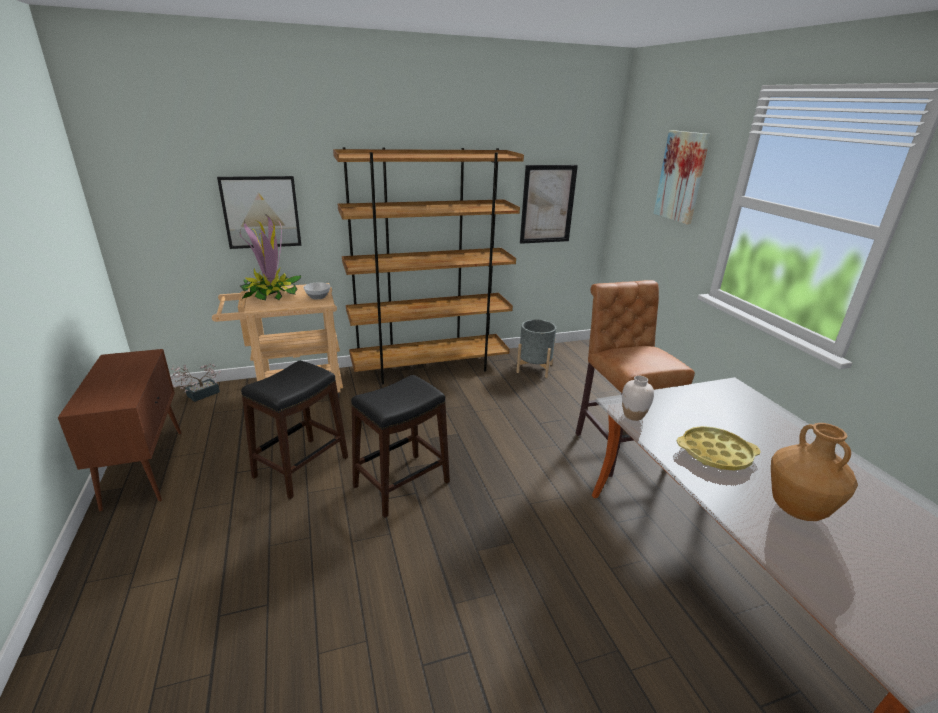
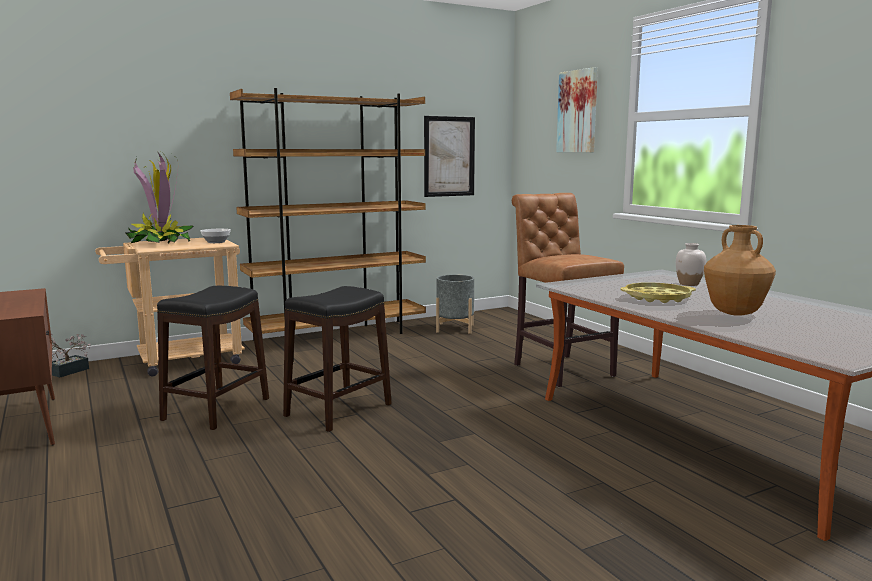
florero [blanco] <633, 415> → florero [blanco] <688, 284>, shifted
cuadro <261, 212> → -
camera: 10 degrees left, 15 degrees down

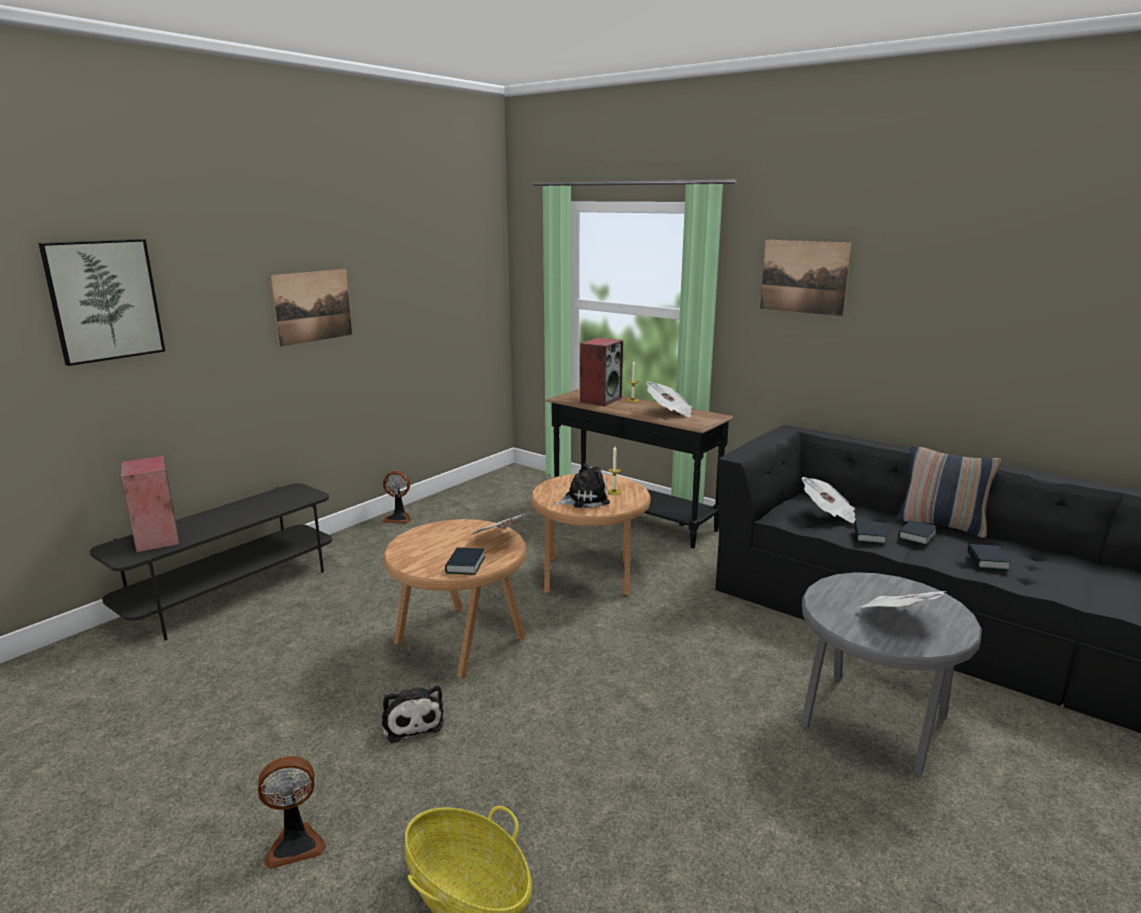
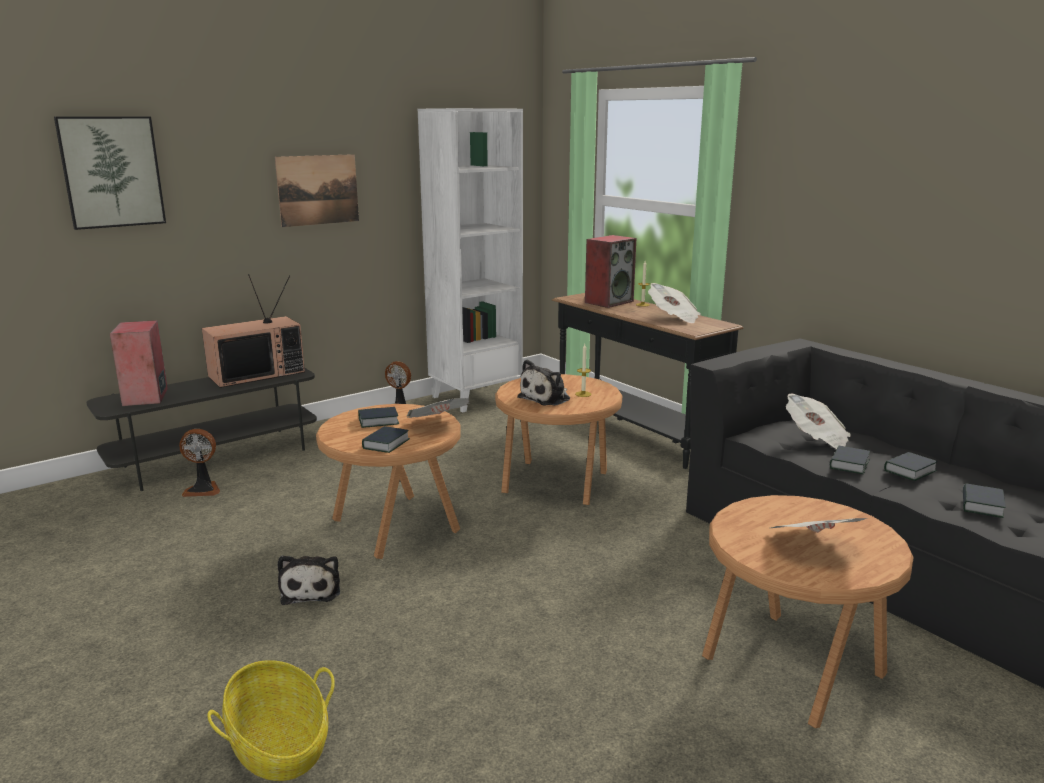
ventilador <295, 843> → ventilador <203, 489>, shifted
- → televisor <257, 374>
- → libro <378, 421>
- → estantería [blanco] <475, 397>
peluche <584, 499> → peluche <546, 398>, 135 degrees clockwise
mesa auxiliar [gris] <871, 720> → mesa auxiliar [marrón] <790, 664>
cuadro <804, 277> → -
cojín <941, 525> → -
camera: 15 degrees right, 0 degrees up

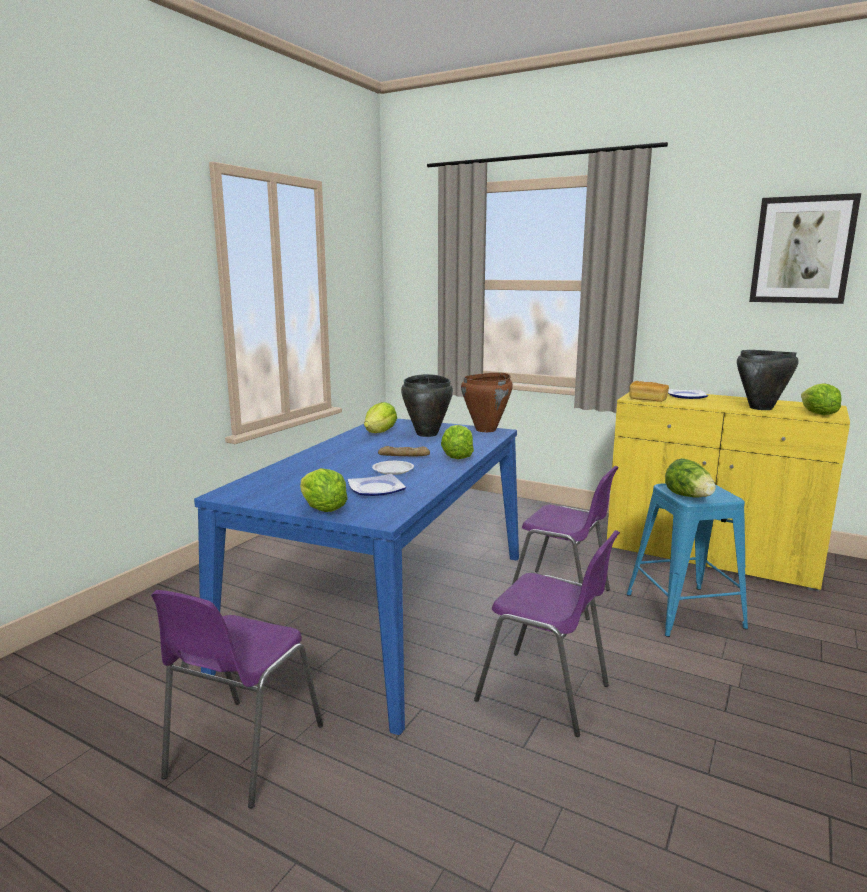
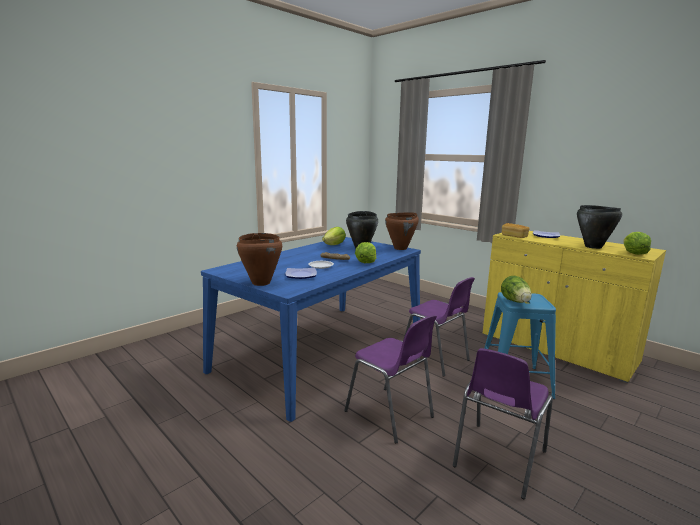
lechuga <322, 510> → olla [marrón] <261, 283>
silla [morado] <241, 753> → silla [morado] <497, 459>, shifted
cuadro <802, 250> → -
camera: 15 degrees right, 0 degrees up

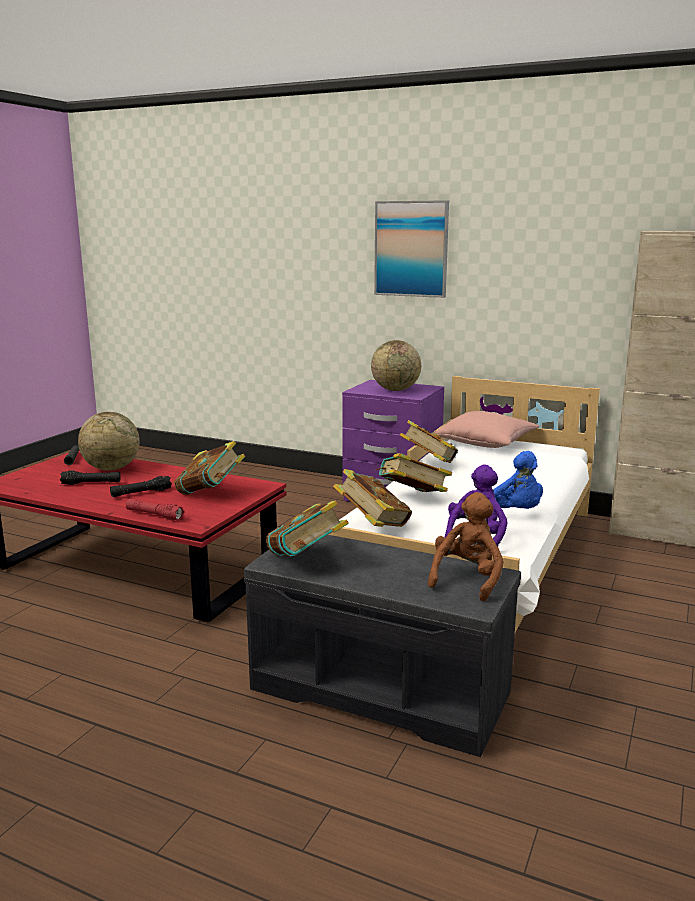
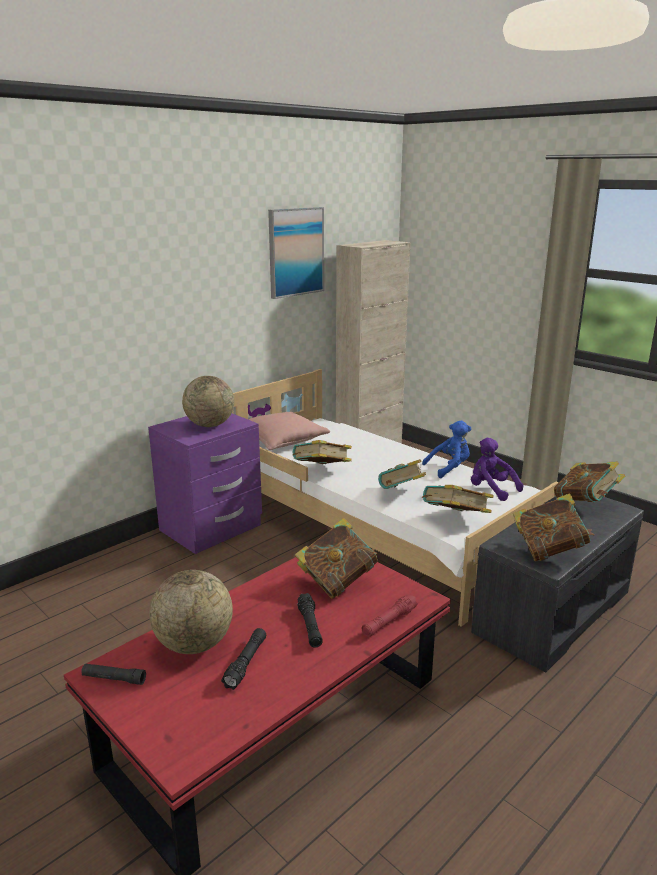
cuadro <411, 249> → cuadro <295, 252>, shifted
peluche [marrón] <467, 579> → libro <585, 503>
camera: 70 degrees left, 5 degrees up

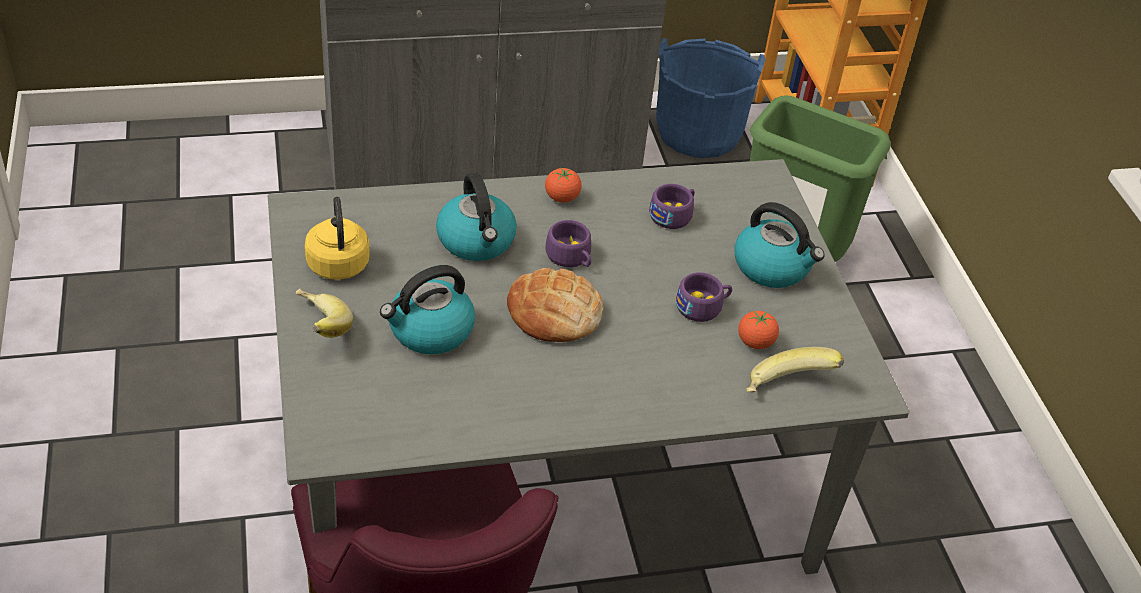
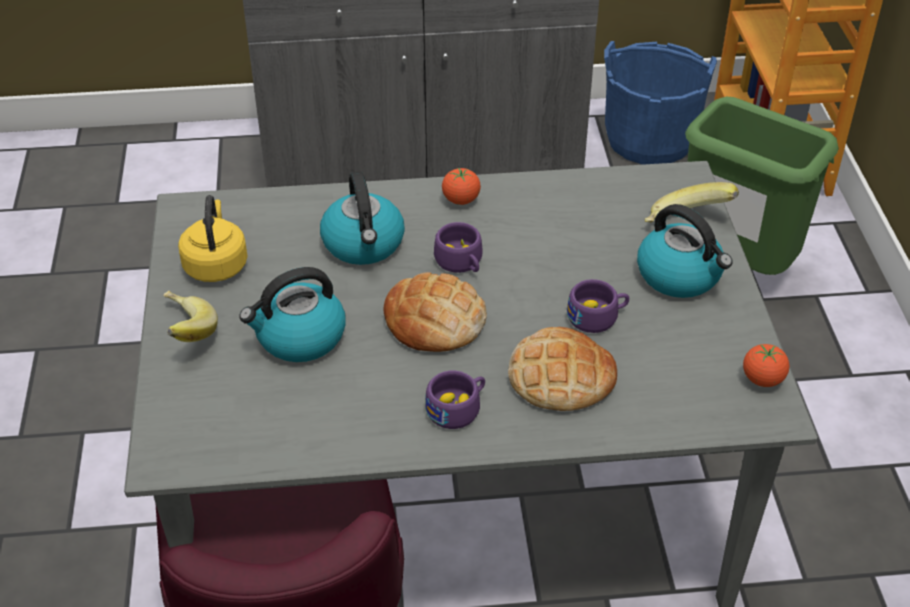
taza [morado] <673, 215> → taza [morado] <458, 408>, shifted
- → pan <561, 377>
plátano <787, 390> → plátano <686, 223>, shifted
tomate <755, 342> → tomate <762, 379>, shifted
camera: 10 degrees right, 0 degrees up

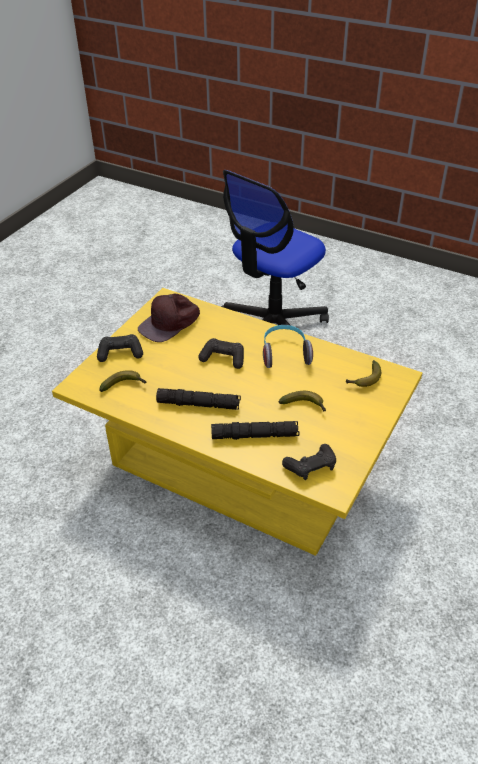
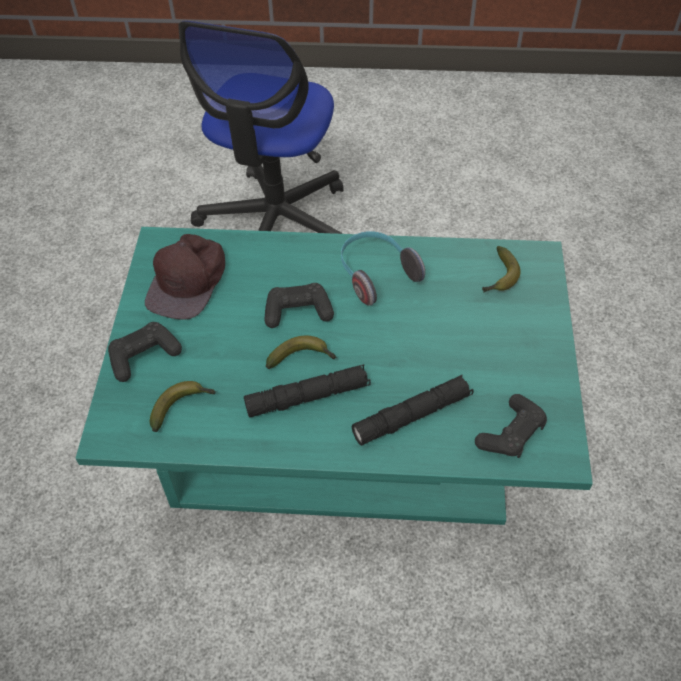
mesa de centro [amarillo] <240, 464> → mesa de centro [turquesa] <342, 436>
plátano <305, 405> → plátano <302, 358>, shifted
camera: 25 degrees left, 10 degrees up

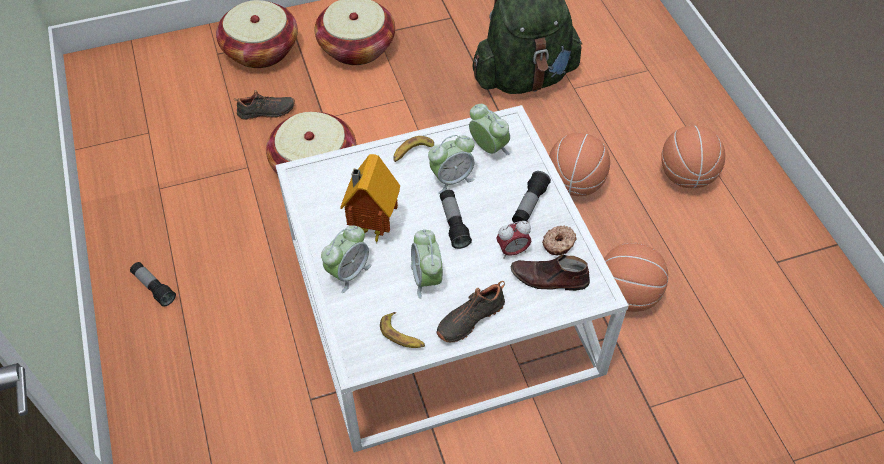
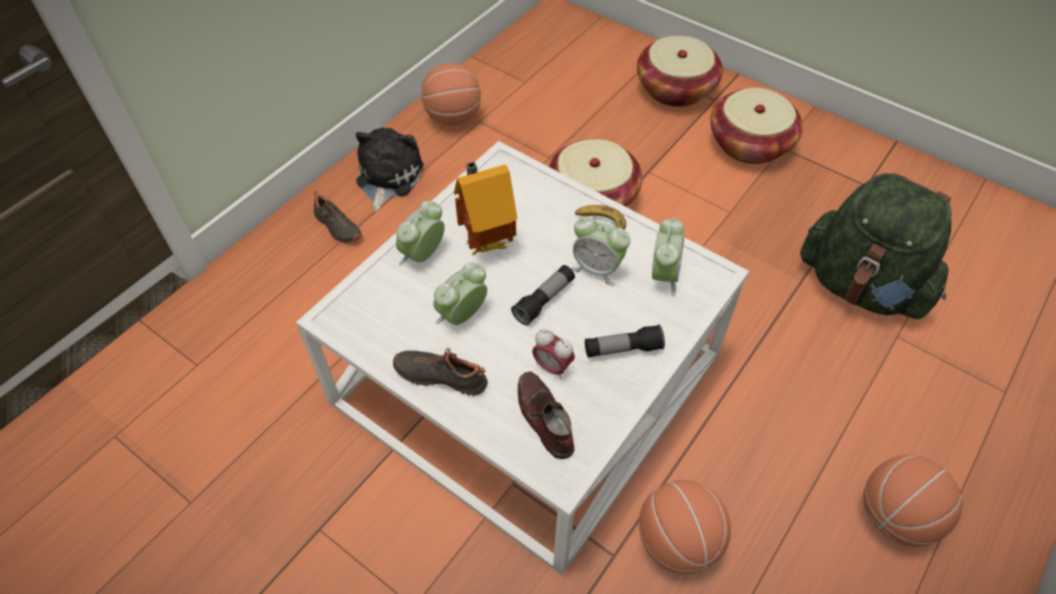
zapato [negro] <266, 112> → zapato [negro] <337, 227>, shifted
linterna <154, 288> → peluche <387, 177>
despertador <348, 272> → despertador <423, 255>, 120 degrees clockwise
balón de baloncesto <575, 183> → balón de baloncesto <453, 117>, shifted
plátano <402, 335> → -
rosquilla <559, 244> → -
camera: 55 degrees right, 0 degrees up

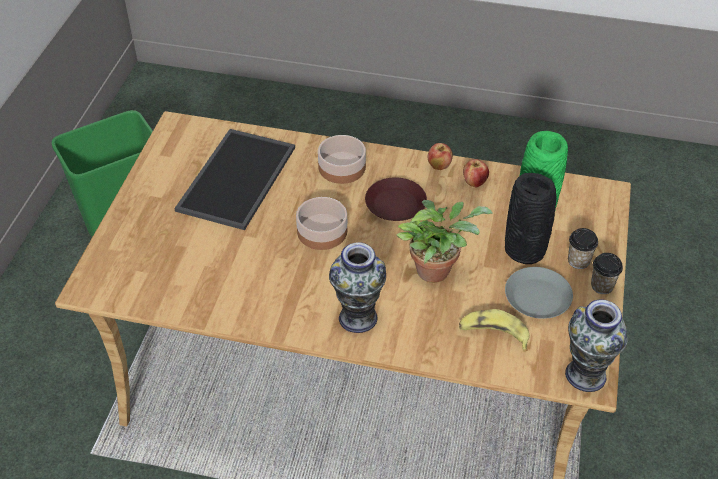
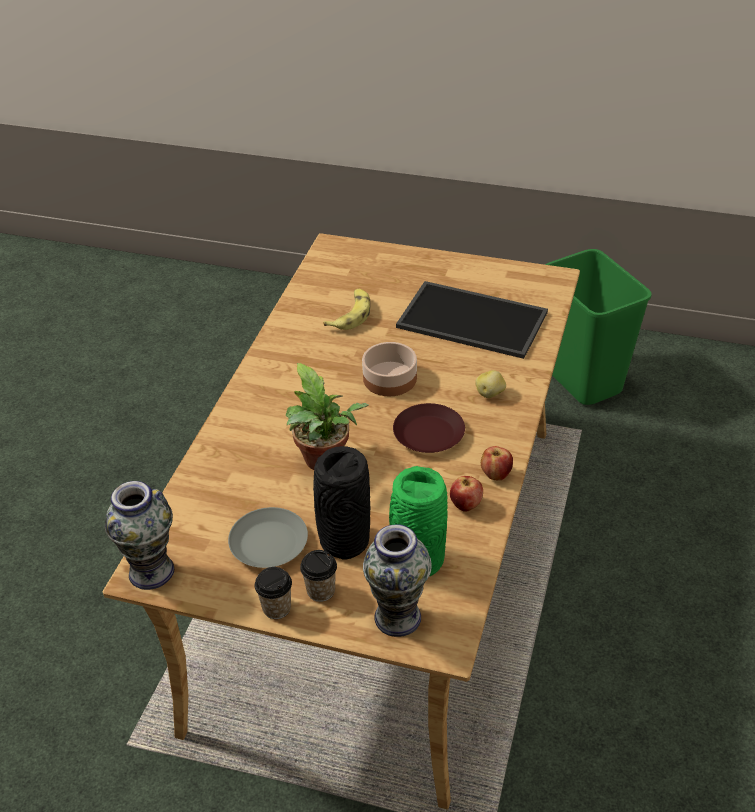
plátano <493, 334> → plátano <351, 315>, shifted
florero <358, 318> → florero <397, 617>, shifted
cuenco <341, 168> → patata <490, 393>
camera: 95 degrees right, 5 degrees down

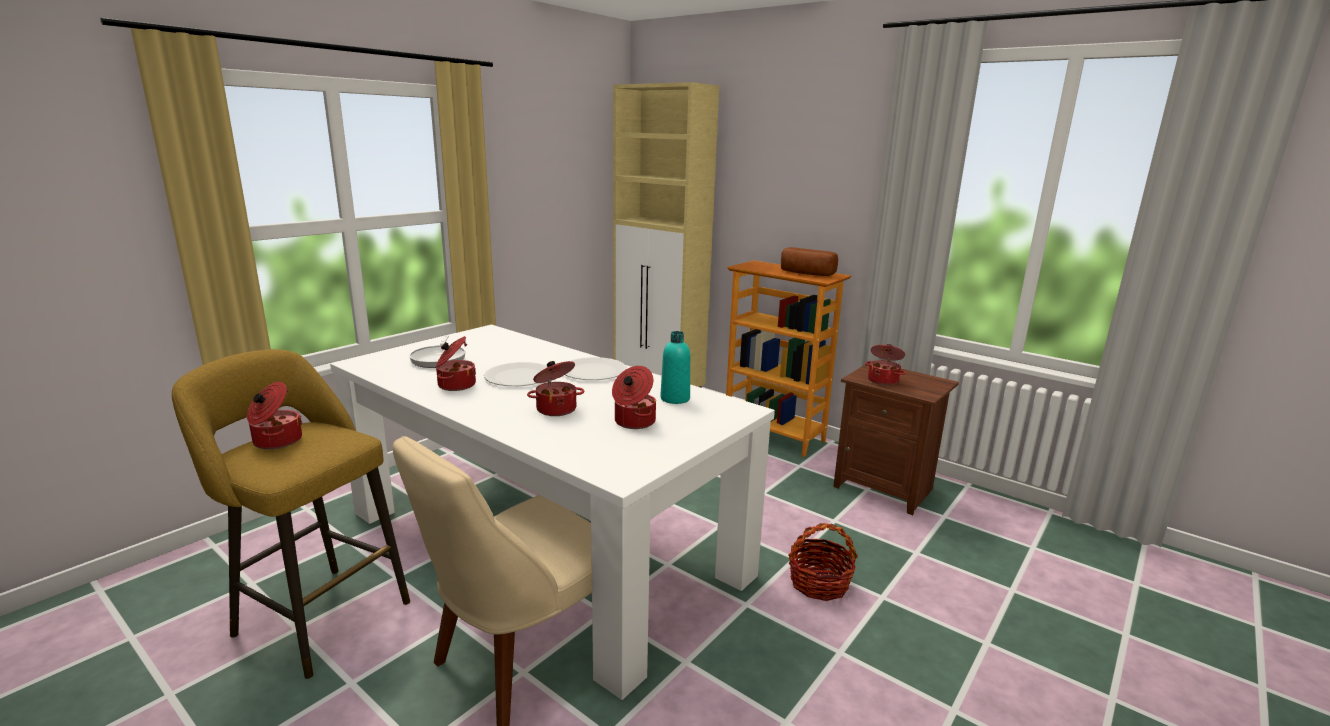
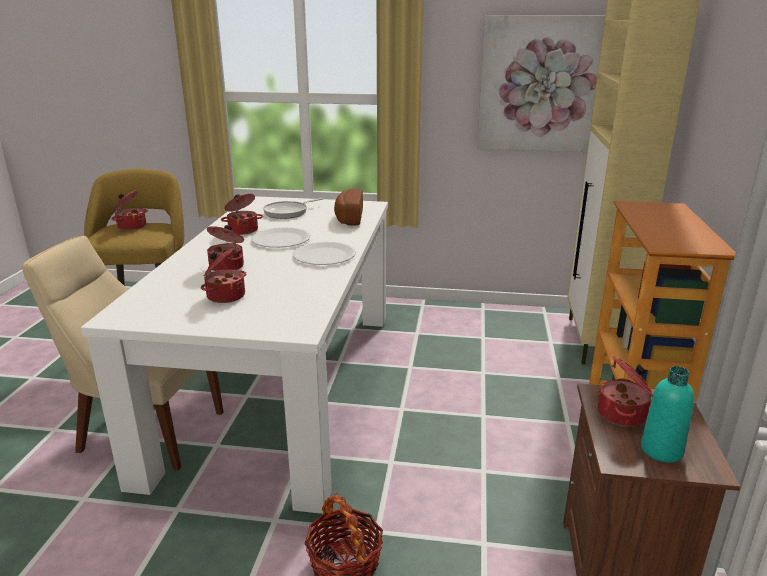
pan <805, 273> → pan <348, 218>, shifted
- → cuadro <545, 85>
botella [turquesa] <675, 398> → botella [turquesa] <661, 450>, shifted
camera: 60 degrees right, 5 degrees up

